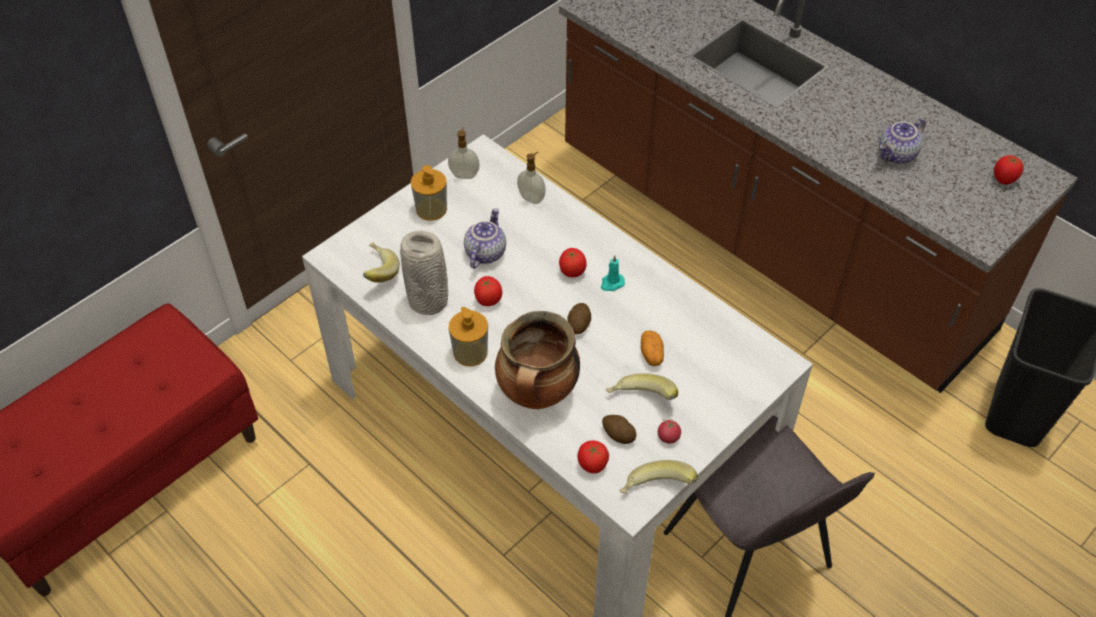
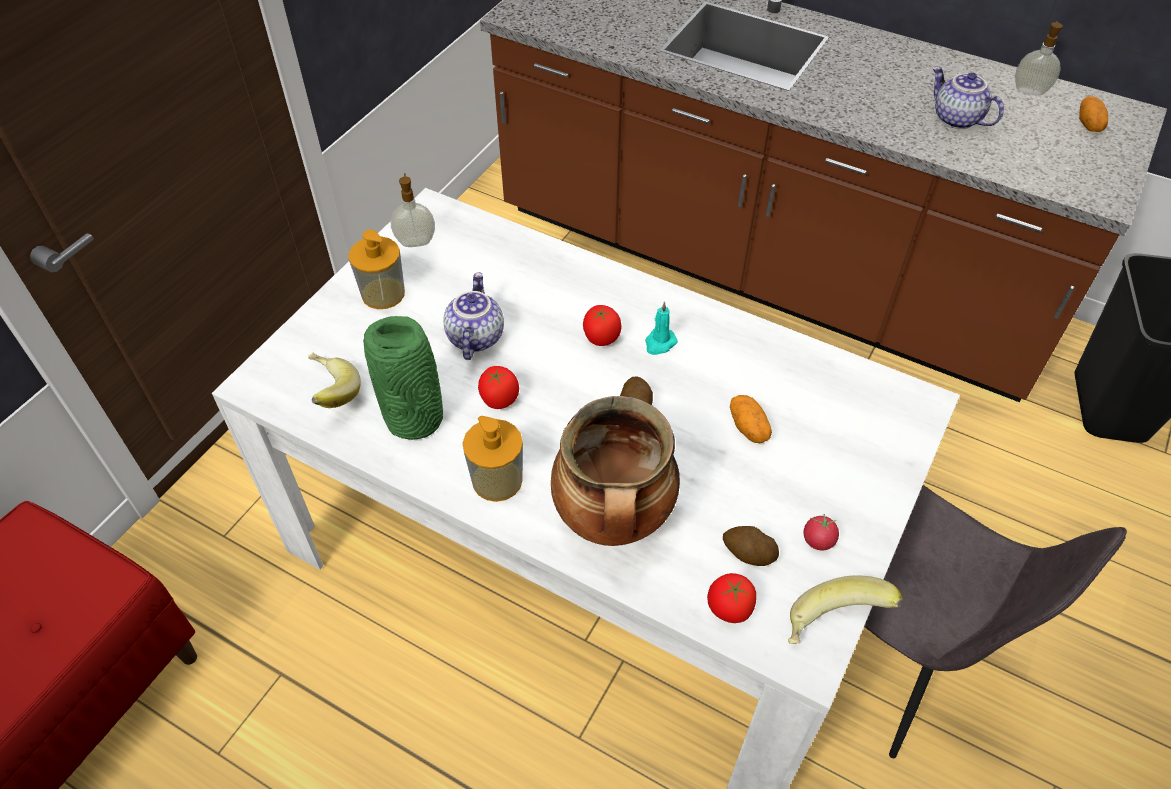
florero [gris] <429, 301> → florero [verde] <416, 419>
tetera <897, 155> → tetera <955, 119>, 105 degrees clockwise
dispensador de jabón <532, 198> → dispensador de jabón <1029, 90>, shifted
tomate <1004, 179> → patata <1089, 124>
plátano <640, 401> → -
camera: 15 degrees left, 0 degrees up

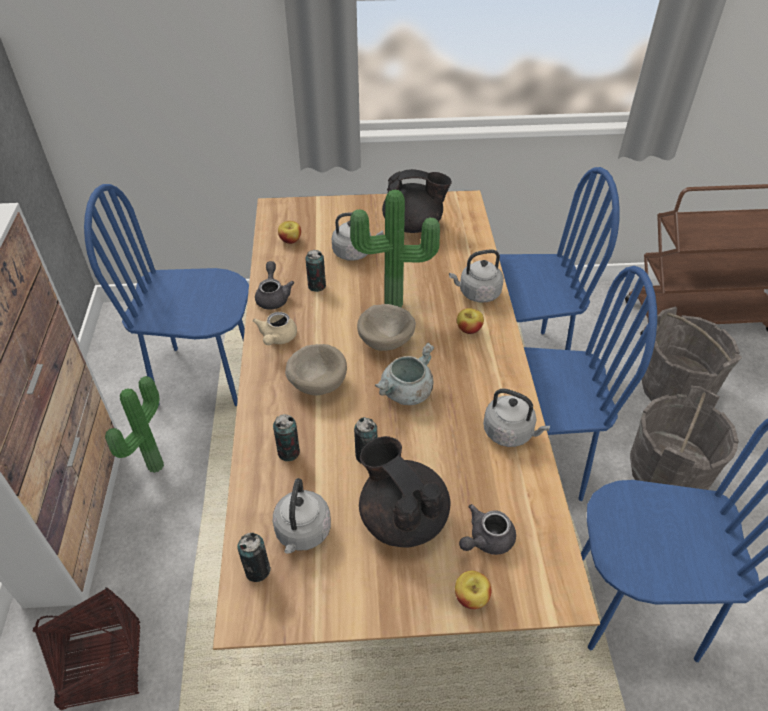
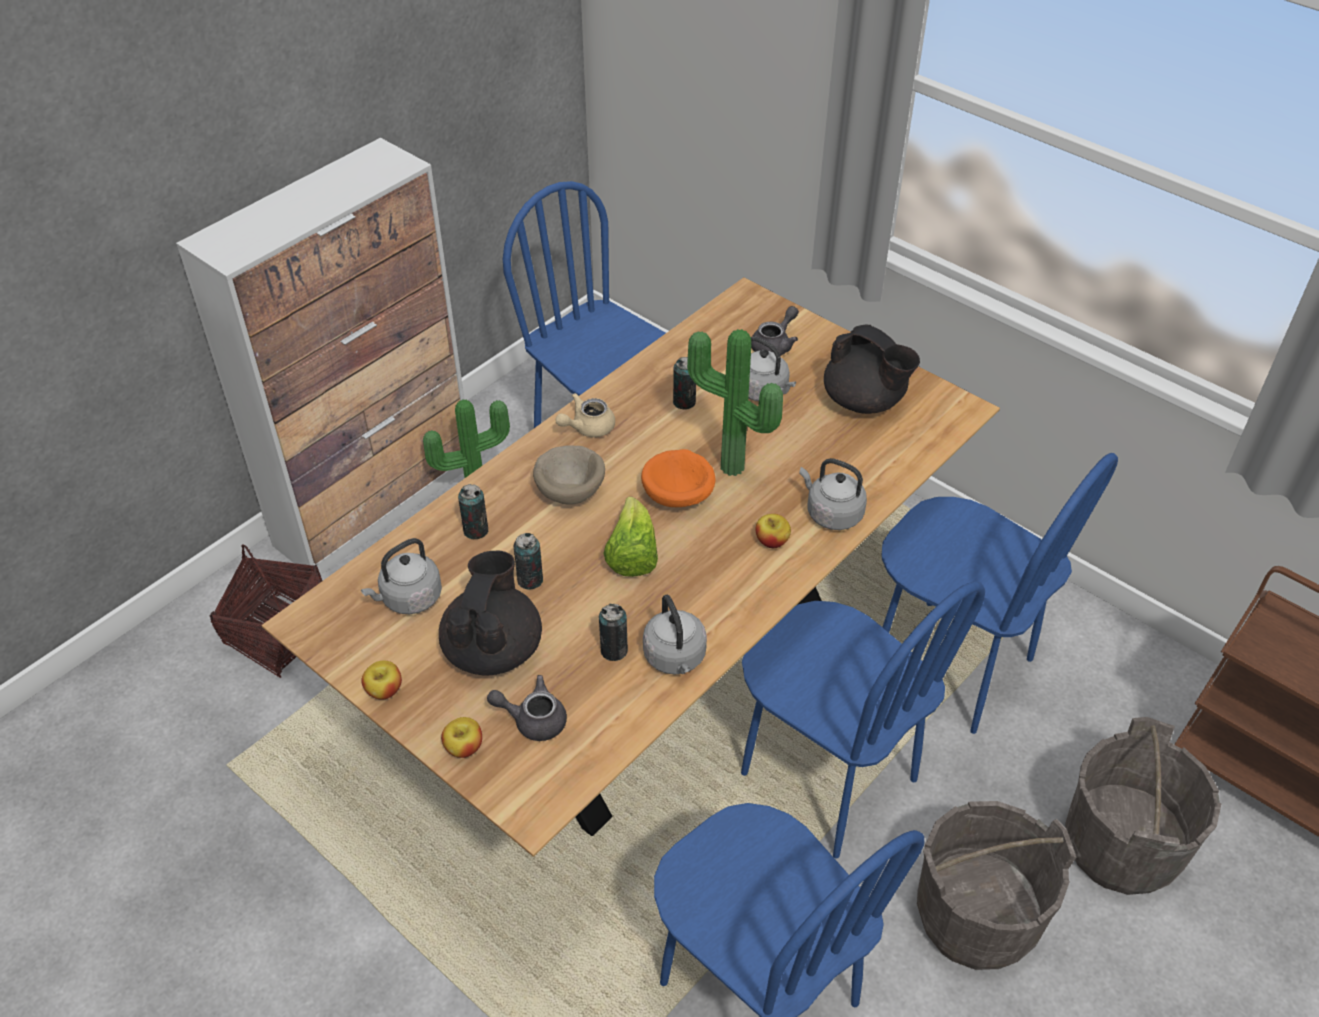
manzana <290, 240> → manzana <384, 690>, shifted
lata <257, 570> → lata <614, 650>, shifted
olla [gris] <406, 393> → lechuga <632, 555>
cuenco [beis] <387, 340> → cuenco [naranja] <679, 497>
tetera [gris] <273, 296> → tetera [gris] <775, 345>, shifted
camera: 45 degrees right, 0 degrees up

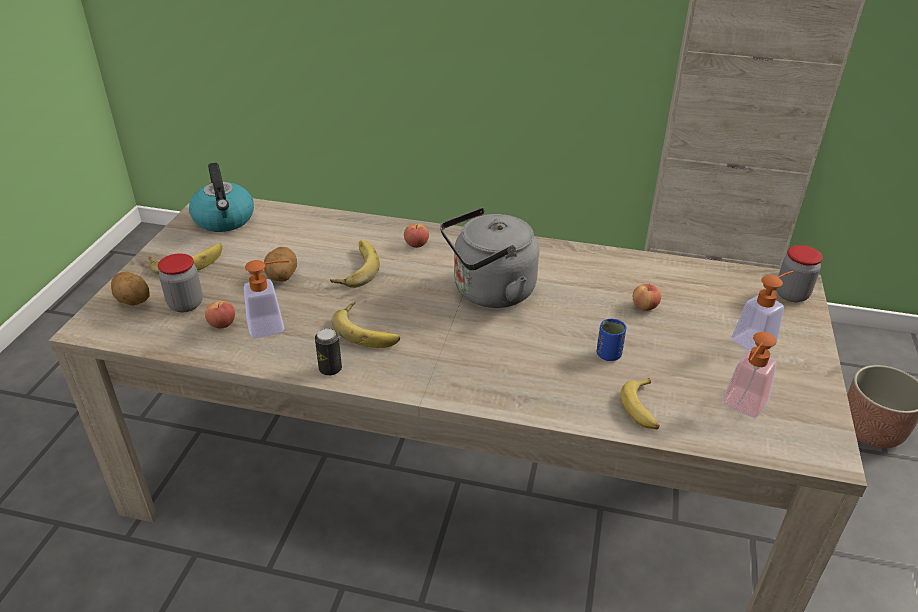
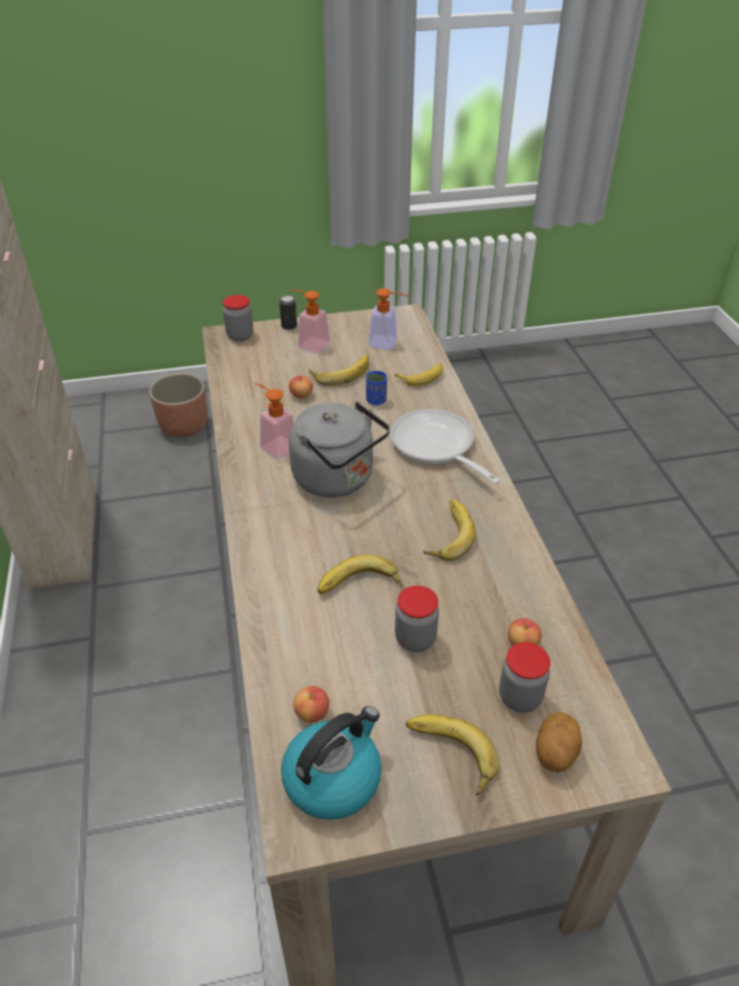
dispensador de jabón <273, 325> → dispensador de jabón <275, 445>, shifted
lata <330, 369> → lata <289, 326>, shifted
manzana <416, 244> → manzana <312, 713>, shifted
- → plátano <340, 372>
- → sartén <436, 447>
patata <282, 277> → tarro <415, 639>
camera: 115 degrees left, 5 degrees up

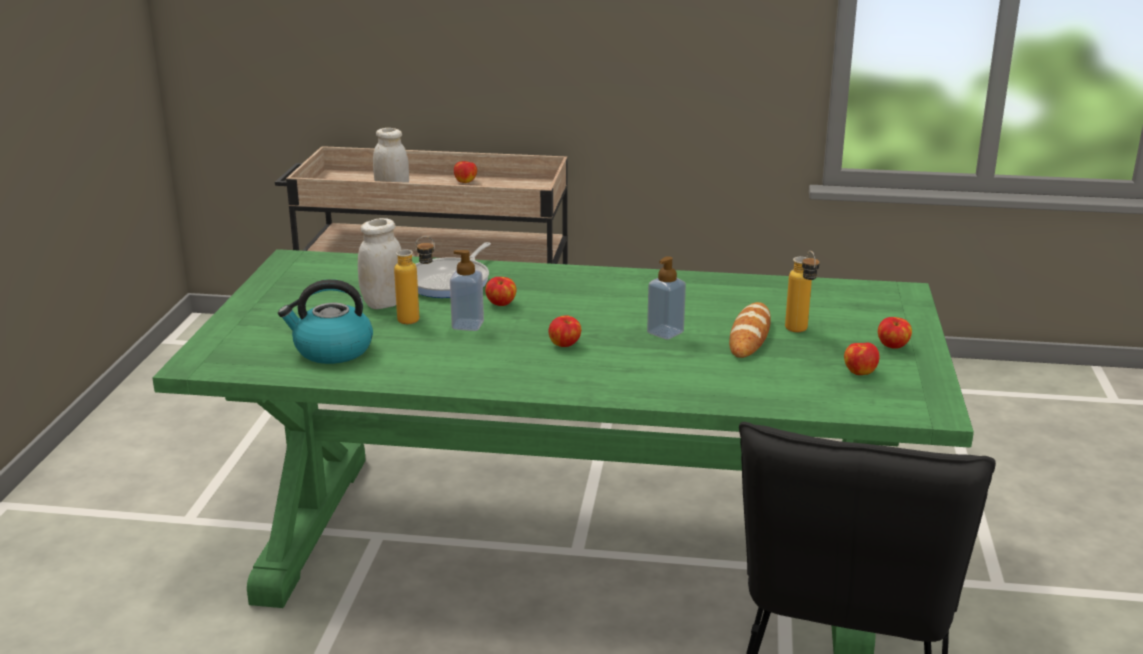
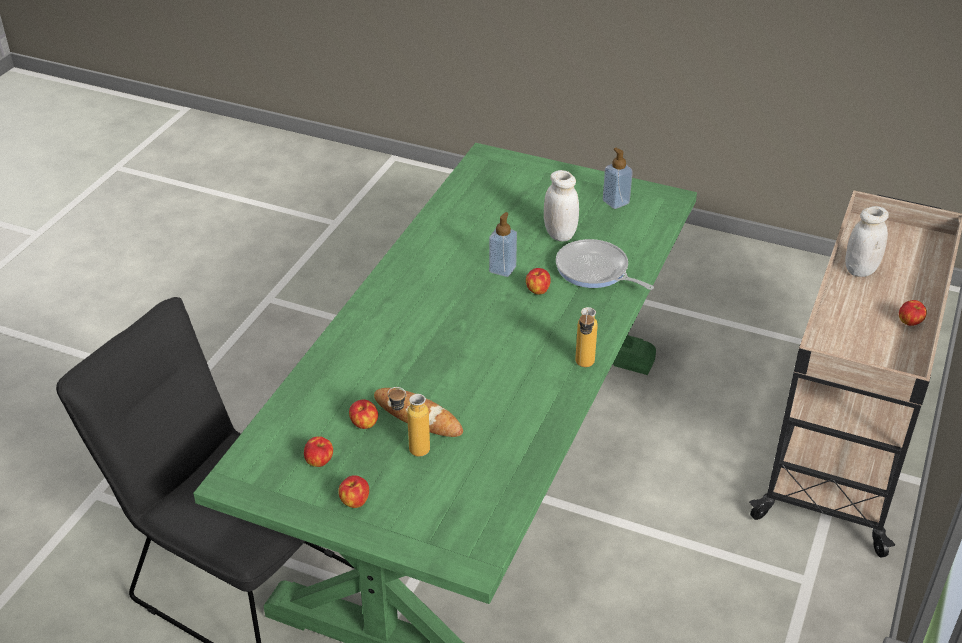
manzana <565, 345> → manzana <364, 424>, shifted
botella <417, 320> → botella <584, 367>, shifted
dispensador de jabón <665, 332> → dispensador de jabón <616, 202>, shifted
hervidor <332, 350> → -
camera: 105 degrees right, 15 degrees up

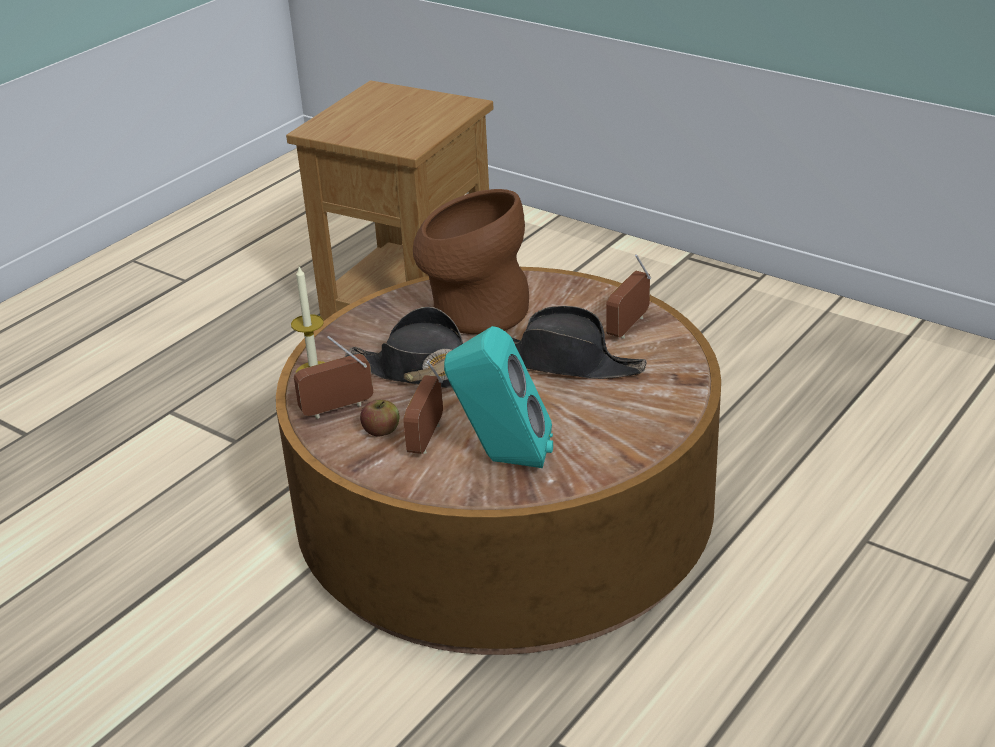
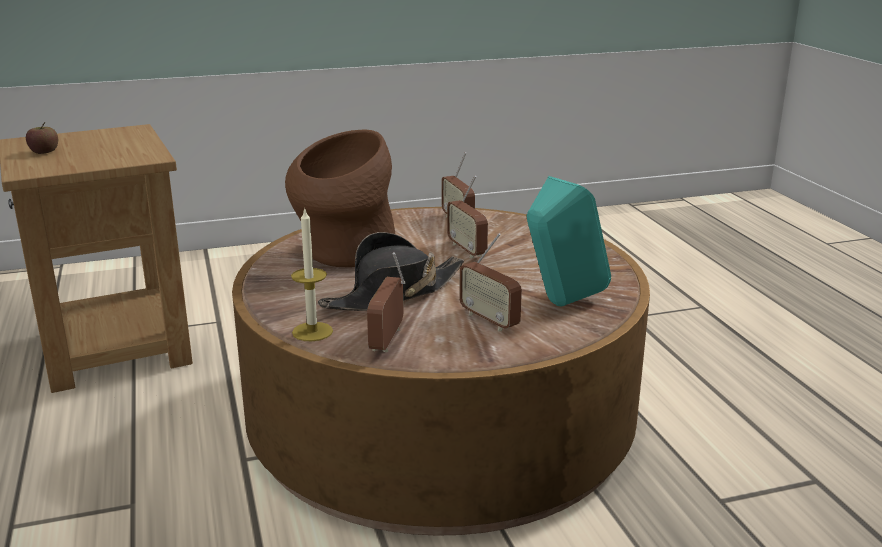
manzana <381, 430> → manzana <44, 152>, shifted
sombrero [negro] <564, 362> → radio <467, 250>
camera: 55 degrees left, 10 degrees down

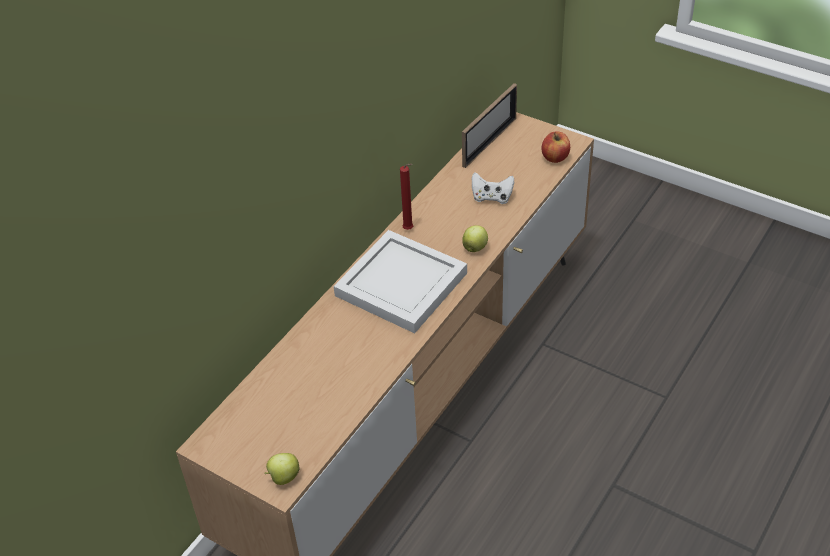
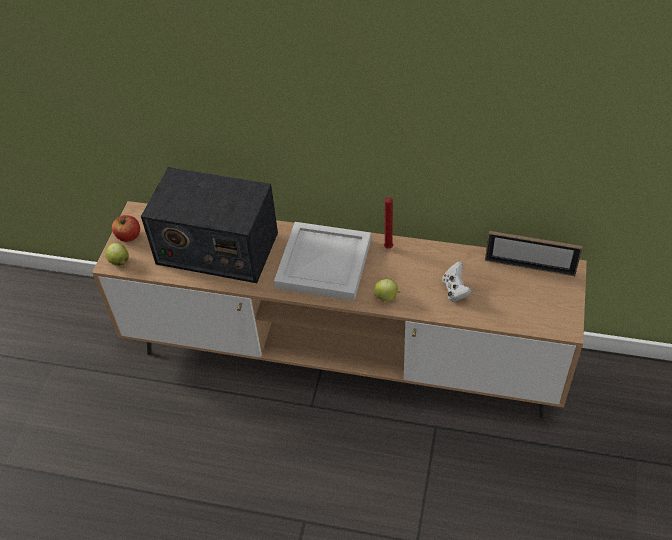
manzana <555, 157> → manzana <128, 236>, shifted
- → radio <216, 248>
camera: 70 degrees right, 5 degrees up

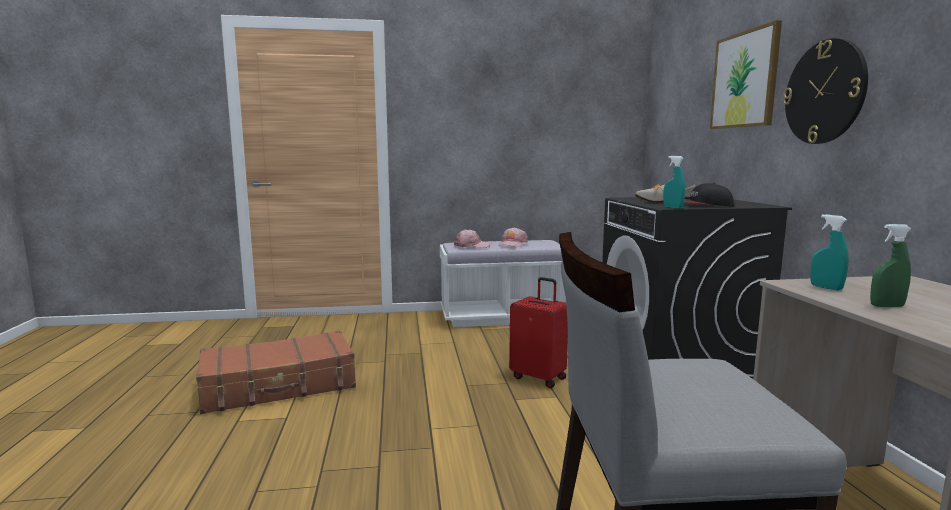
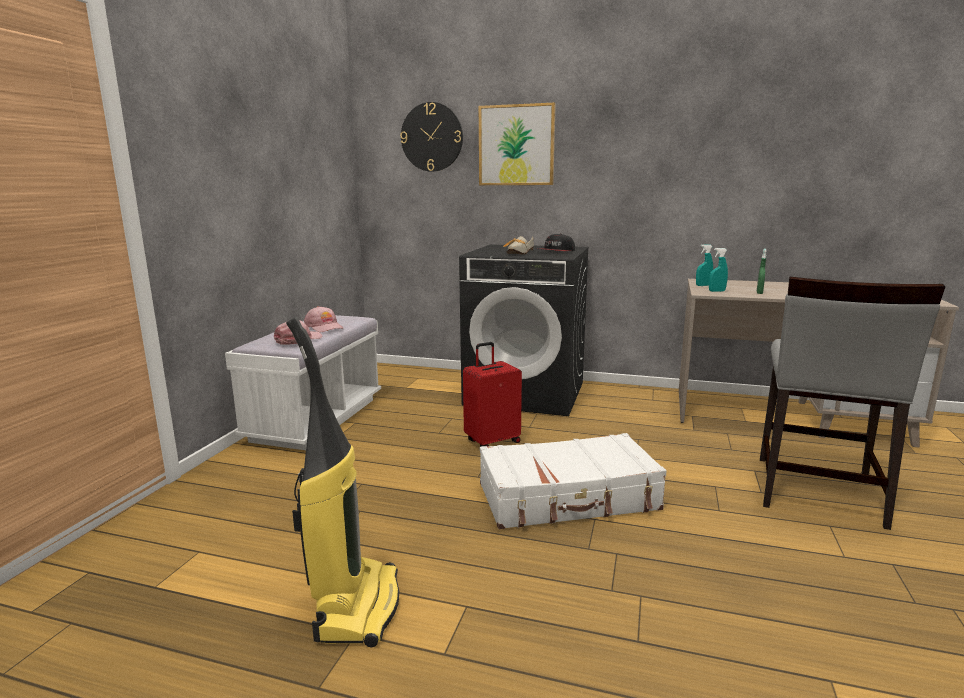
maleta [marrón] <279, 386> → aspiradora <356, 605>
reloj de pared <825, 92> → reloj de pared <432, 137>, shifted
- → maleta [blanco] <568, 498>
pulverizador [turquesa] <673, 207> → pulverizador [turquesa] <703, 285>, shifted
camera: 65 degrees left, 5 degrees up

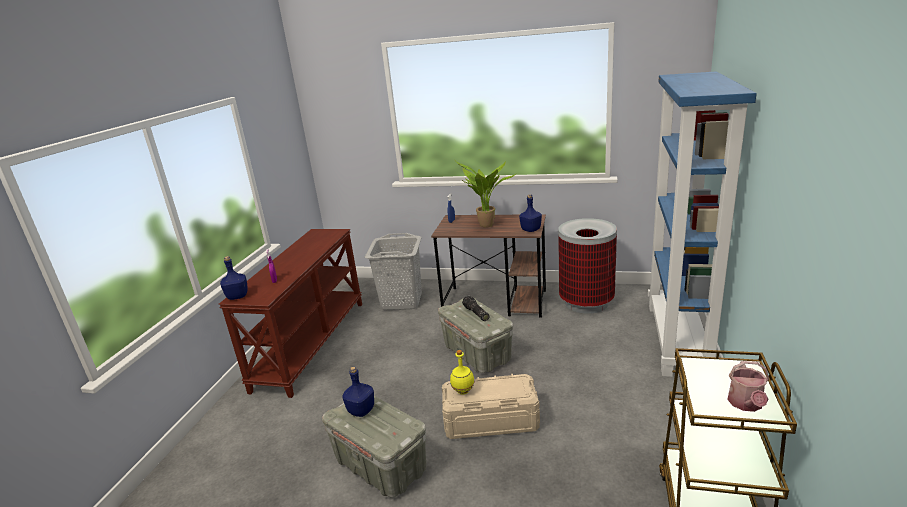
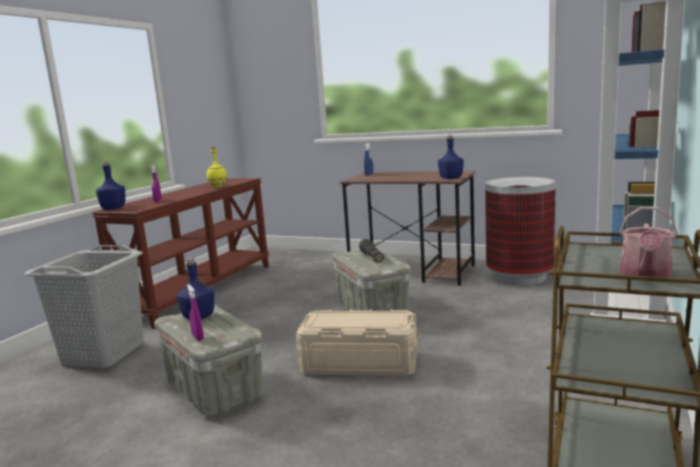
cesto de la ropa [gris] <402, 301> → cesto de la ropa [gris] <104, 353>, shifted
- → pulverizador [morado] <198, 337>
botella [amarillo] <463, 391> → botella [amarillo] <218, 187>, shifted
planta en maceta <486, 226> → -
camera: 10 degrees right, 10 degrees down

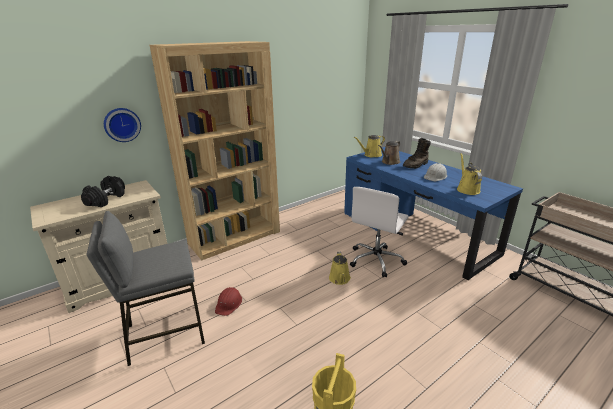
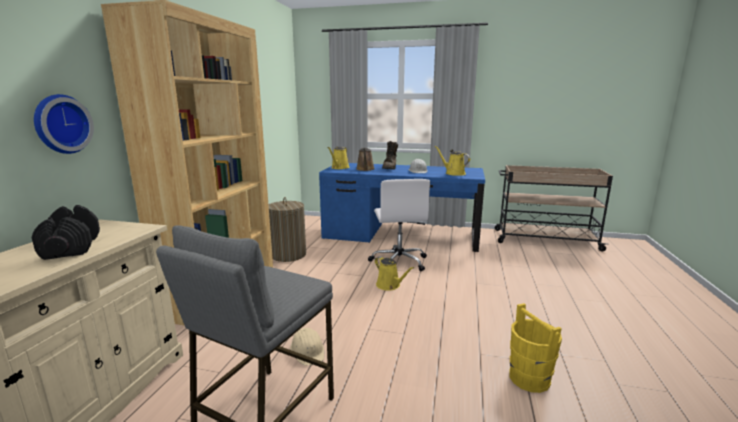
- → cesto de la ropa <288, 255>
casco [rojo] <229, 304> → casco [beis] <308, 350>
camera: 40 degrees left, 10 degrees down

